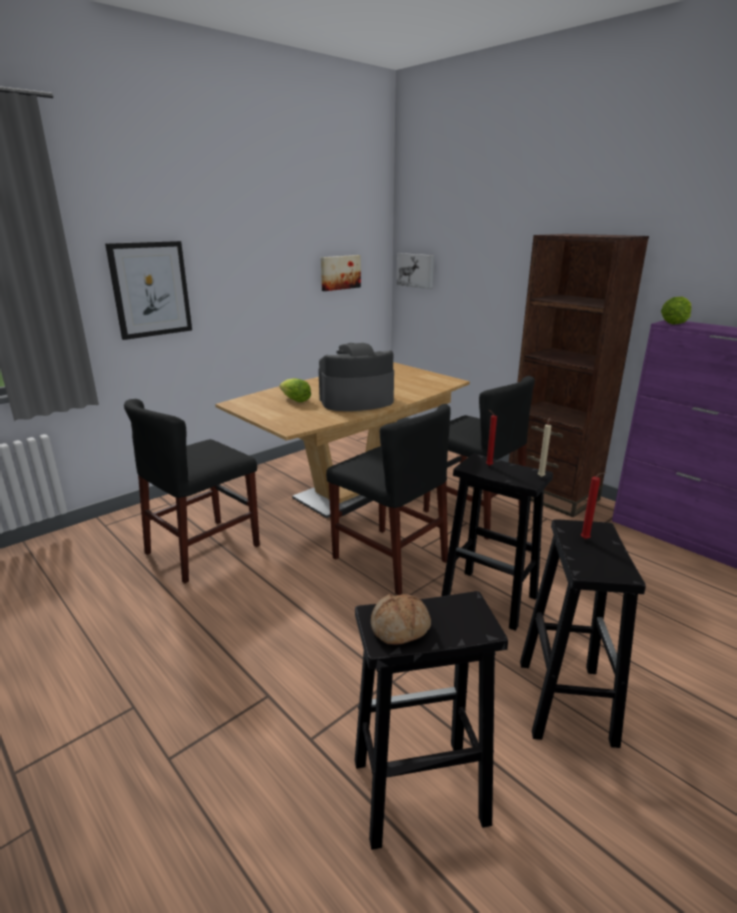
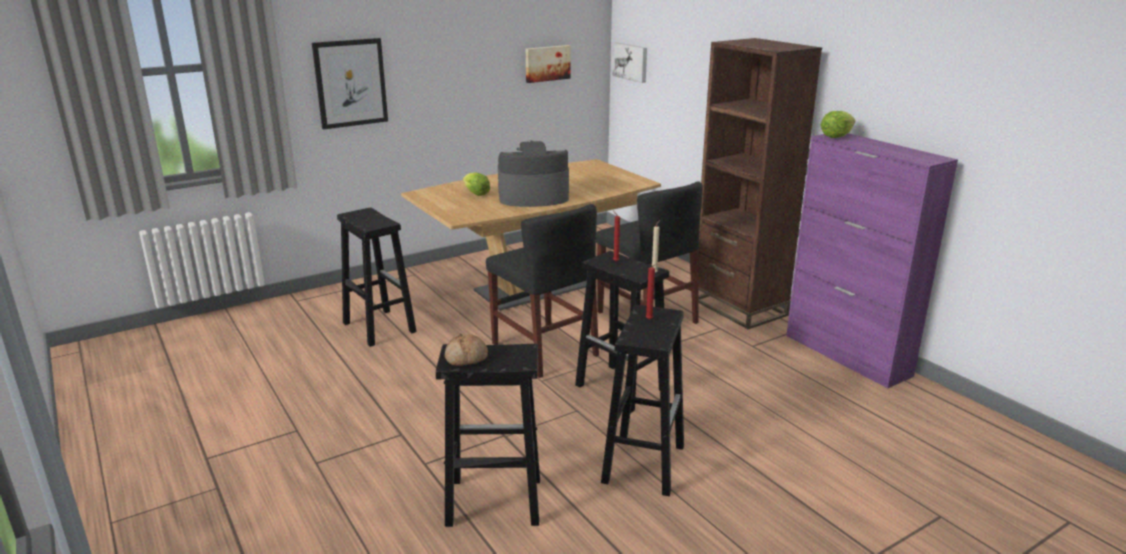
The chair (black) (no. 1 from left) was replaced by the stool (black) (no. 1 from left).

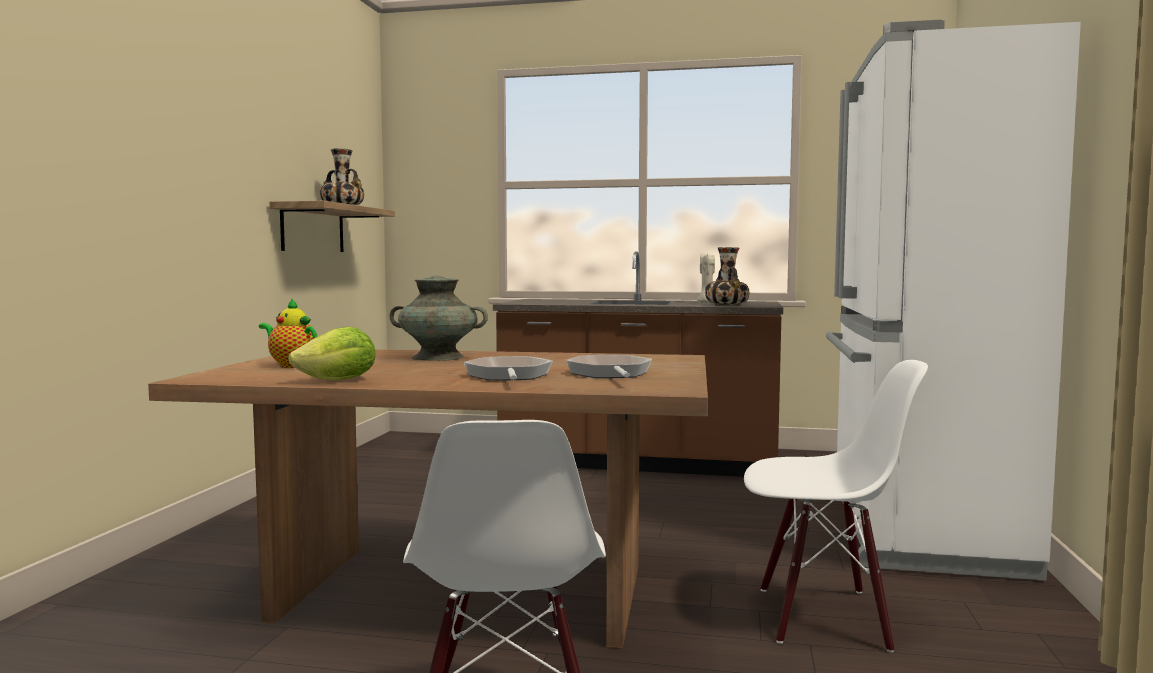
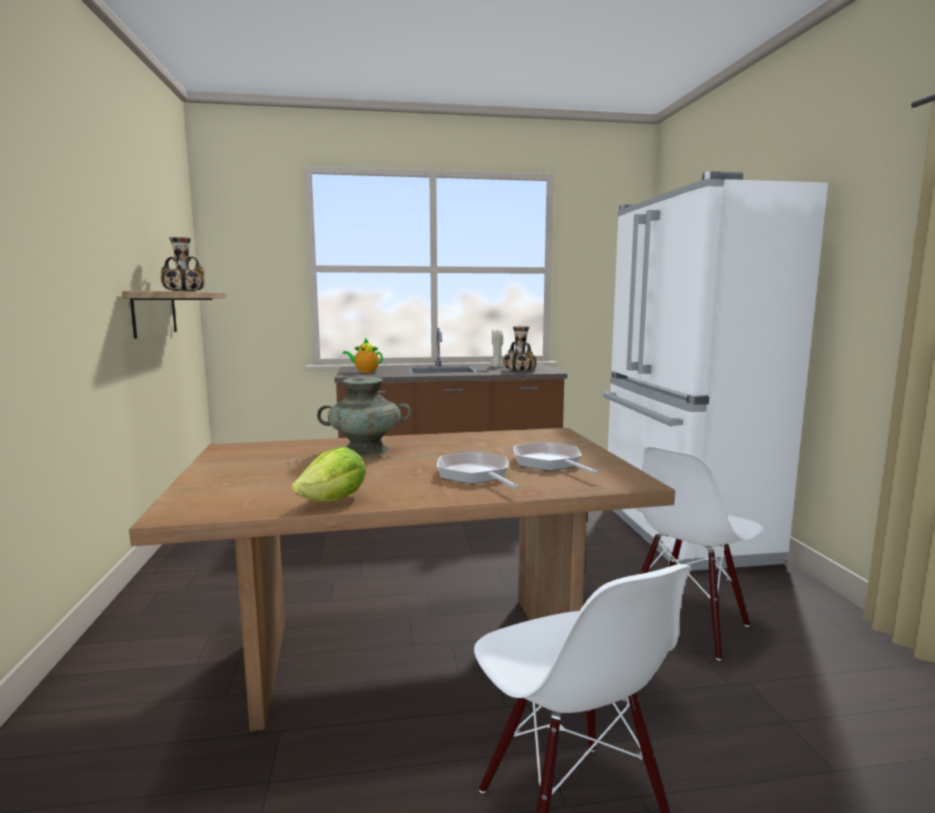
The teapot moved.
The chair (white) (no. 2 from left) turned 150 degrees clockwise.

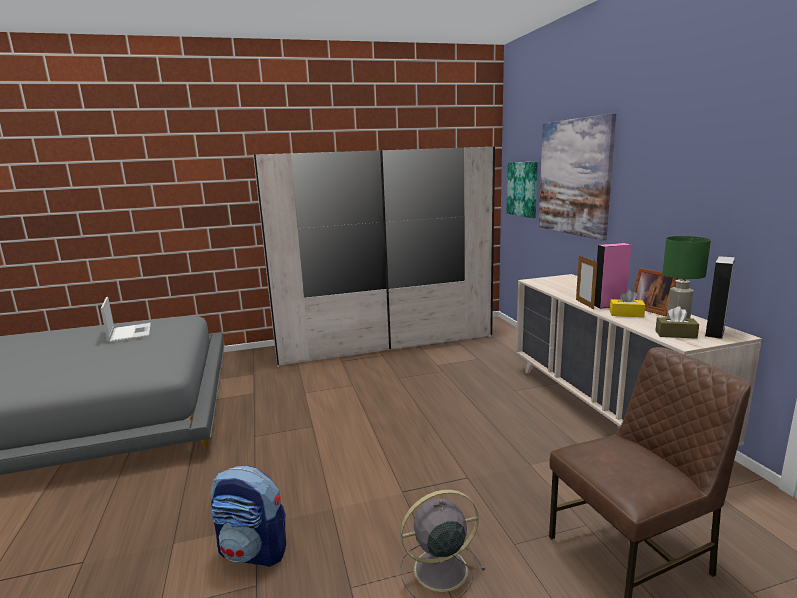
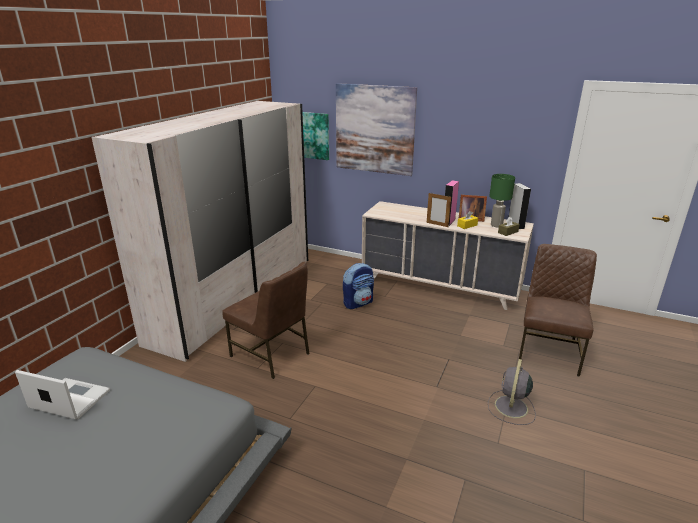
The backpack moved.
The chair (brown) (no. 1 from left) appeared.

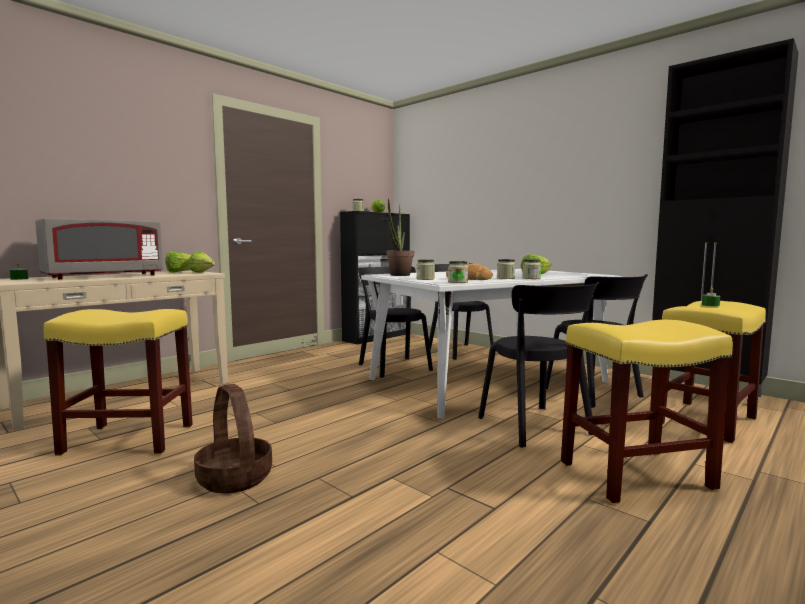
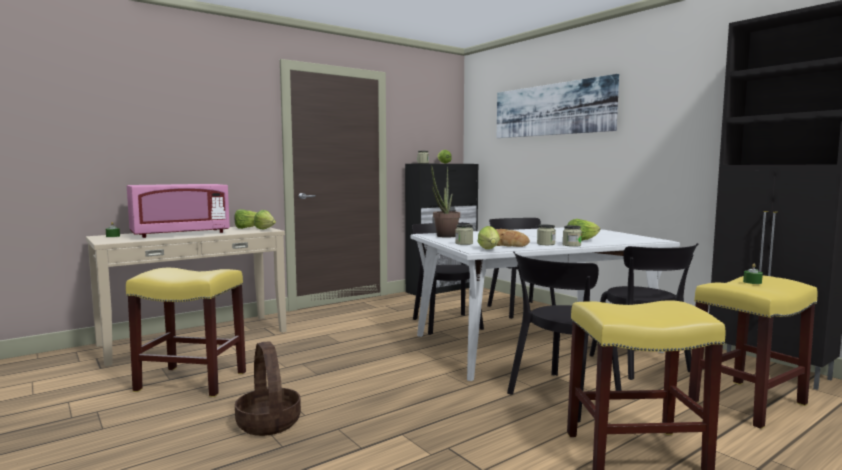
The microwave (grey) became the microwave (pink).
The jar (no. 3 from left) was replaced by the lettuce (no. 4 from left).
The chair (black) (no. 3 from left) turned 60 degrees clockwise.
The picture appeared.

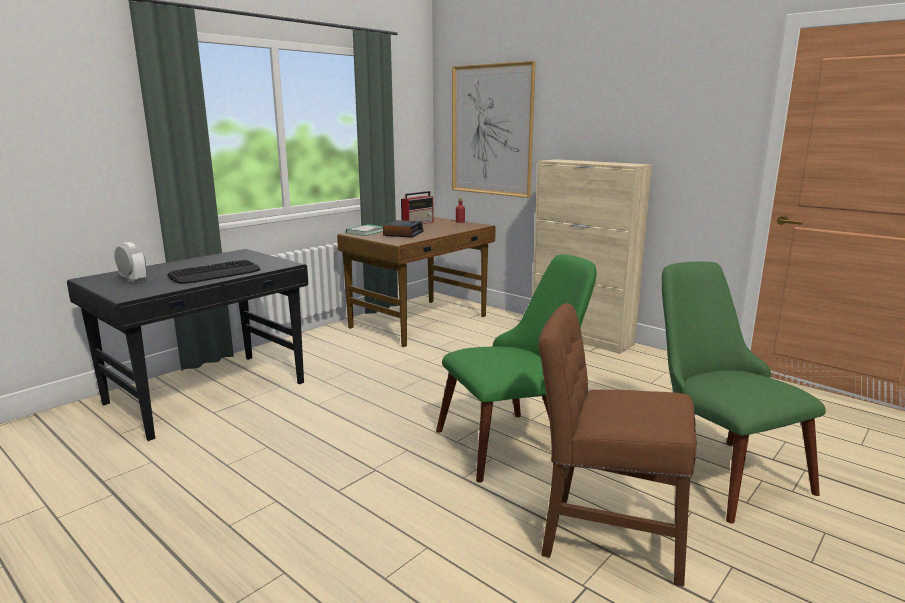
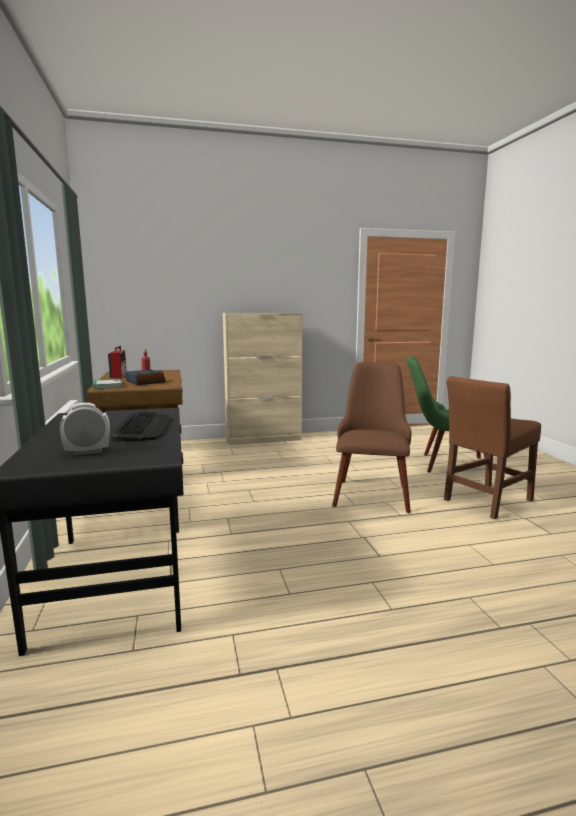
The picture disappeared.
The chair (green) (no. 1 from left) became the chair (brown) (no. 1 from left).

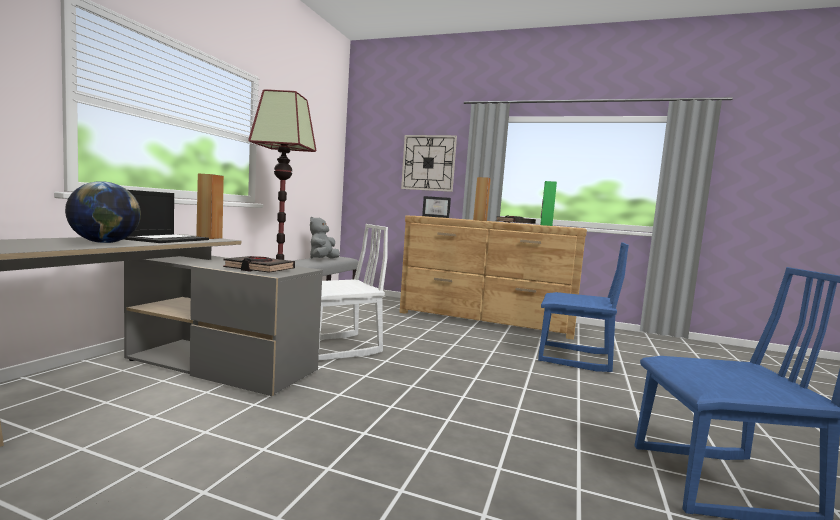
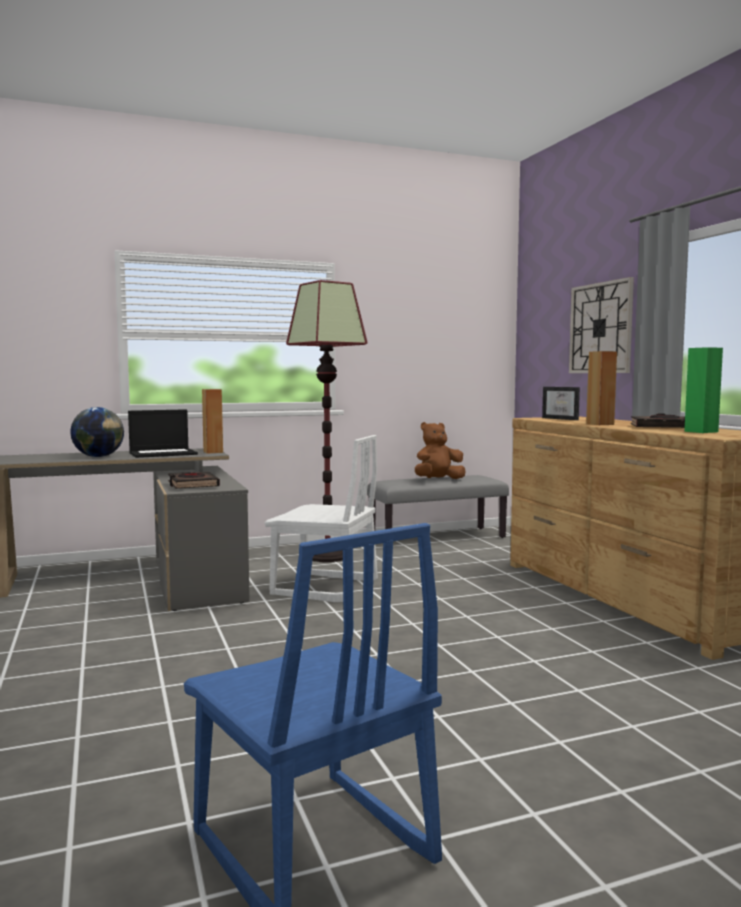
The plush toy (grey) became the plush toy (brown).
The chair (blue) (no. 1 from left) disappeared.

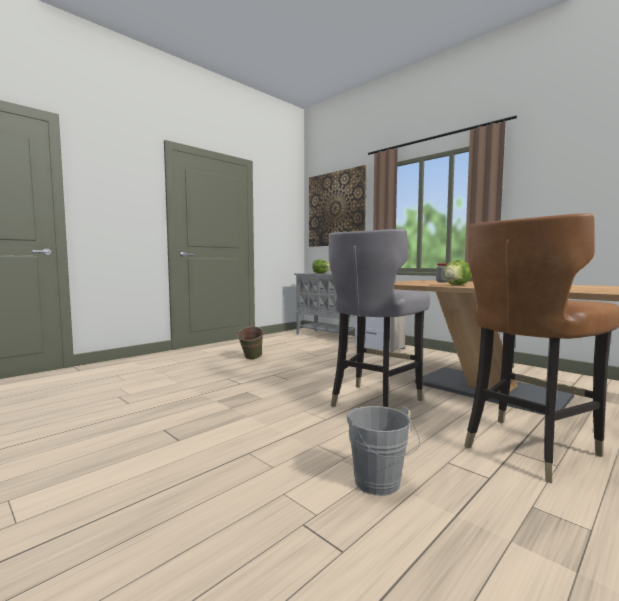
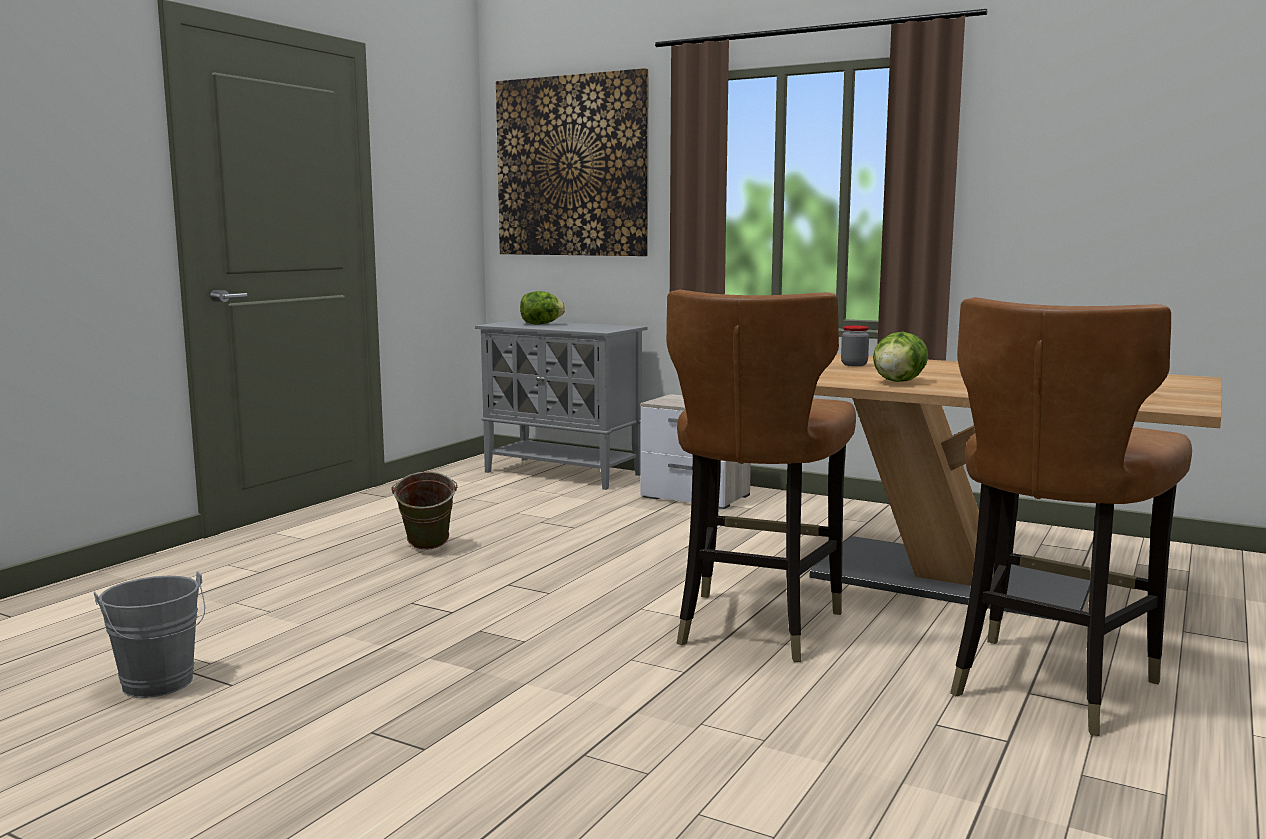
The chair (grey) became the chair (brown) (no. 1 from left).
The bucket (grey) moved.

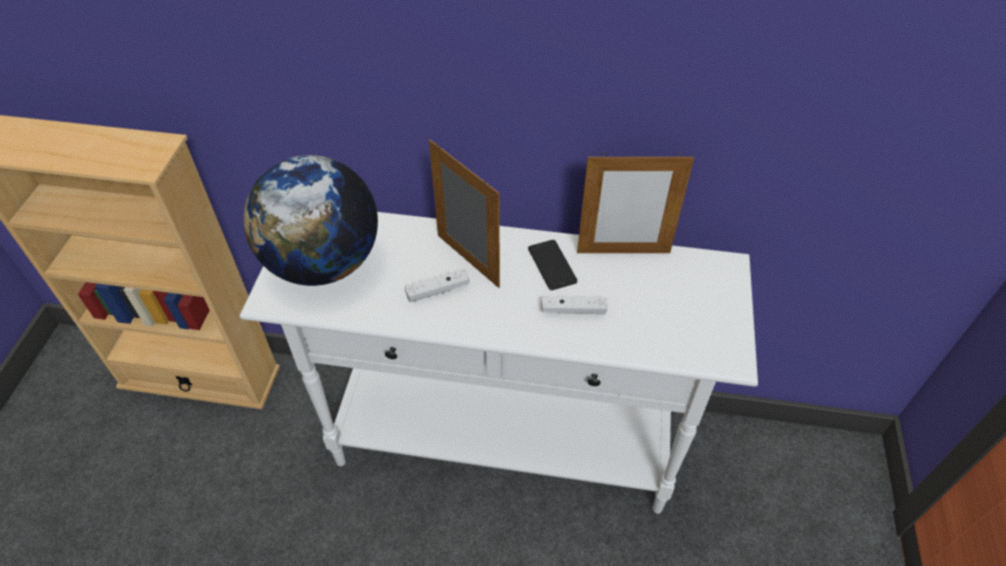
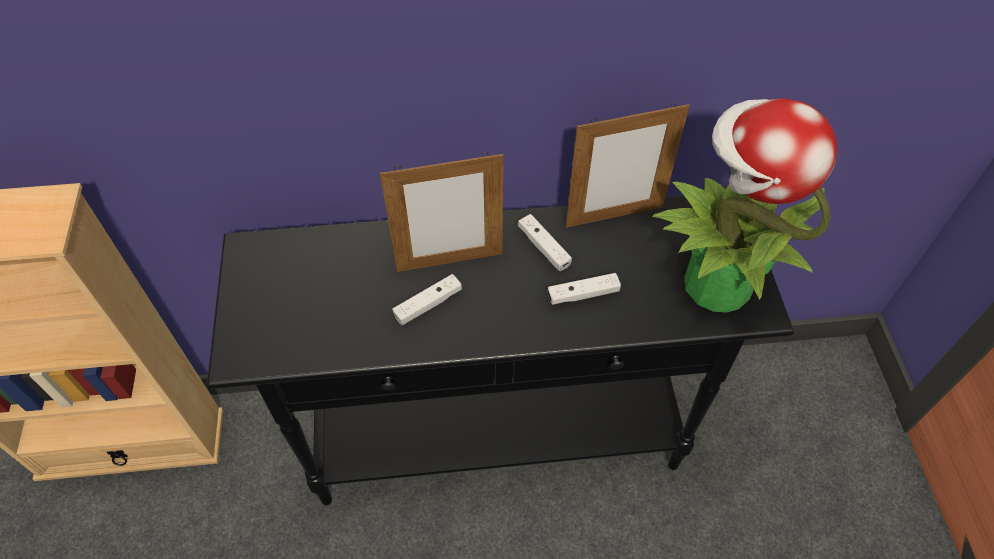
The picture frame (no. 1 from left) turned 135 degrees clockwise.
The globe disappeared.
The console table (white) became the console table (black).
The phone was replaced by the game controller (white) (no. 2 from left).
The potted plant appeared.

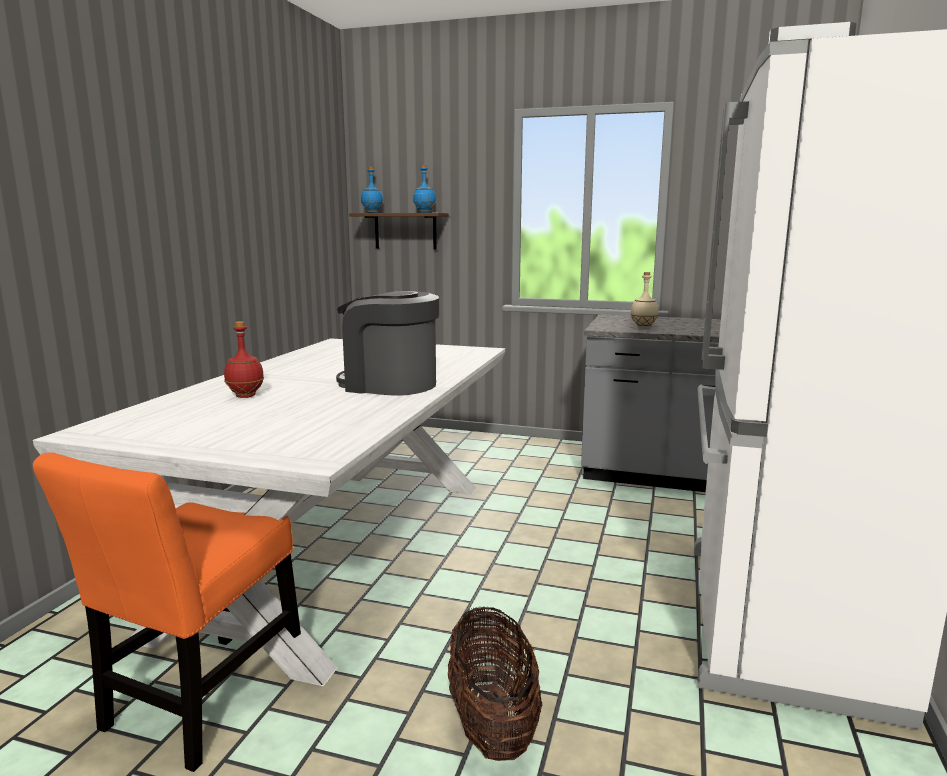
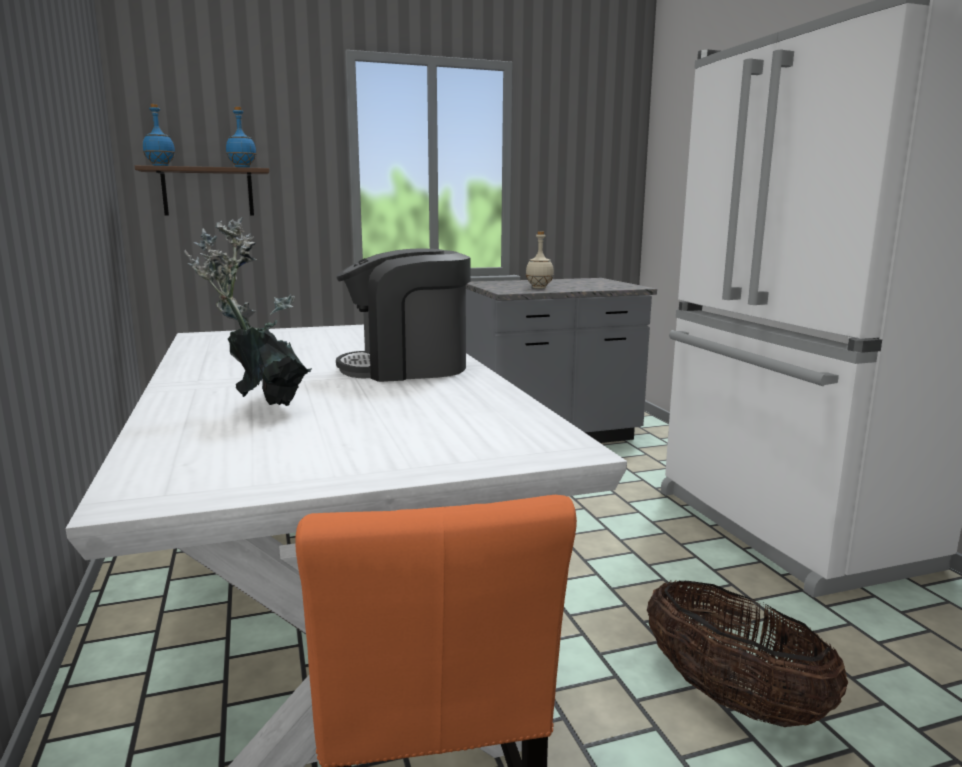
The bottle (red) was replaced by the potted plant.

